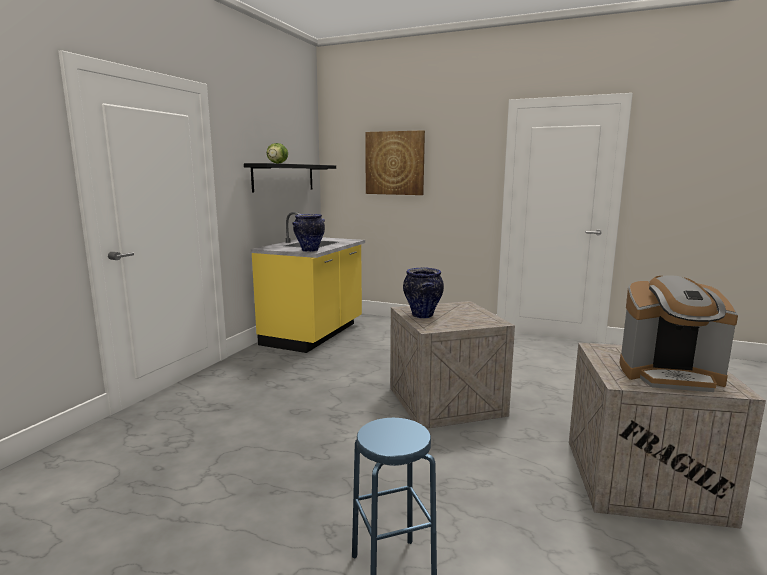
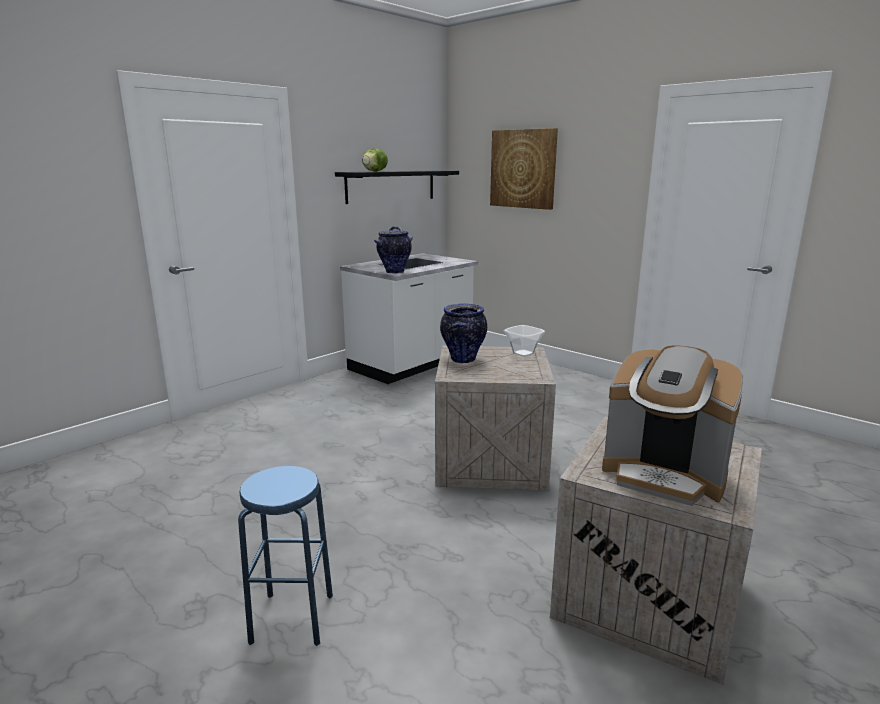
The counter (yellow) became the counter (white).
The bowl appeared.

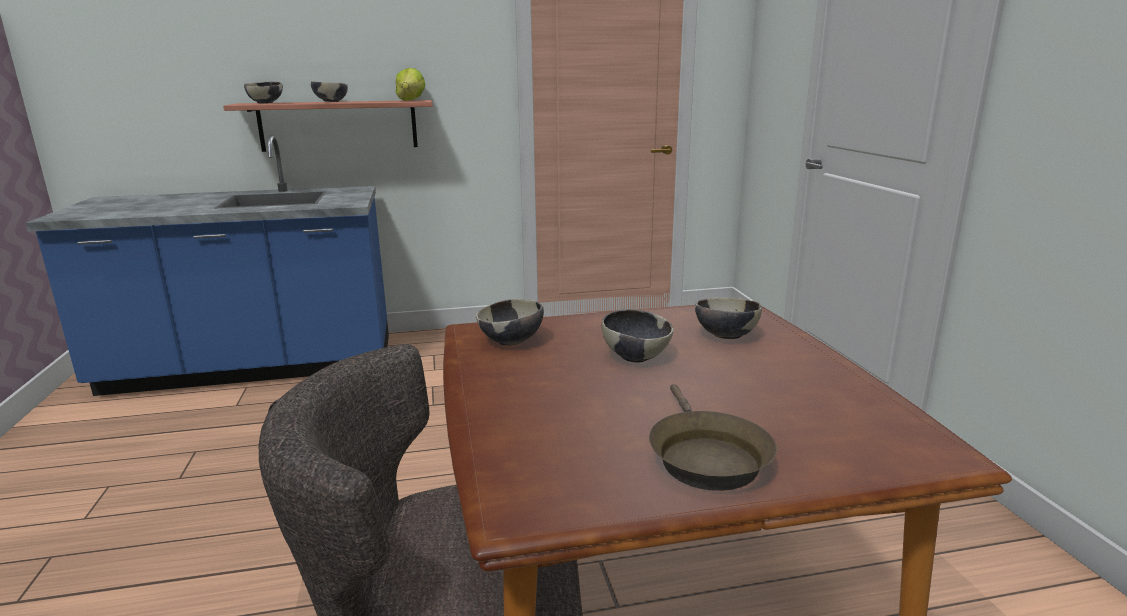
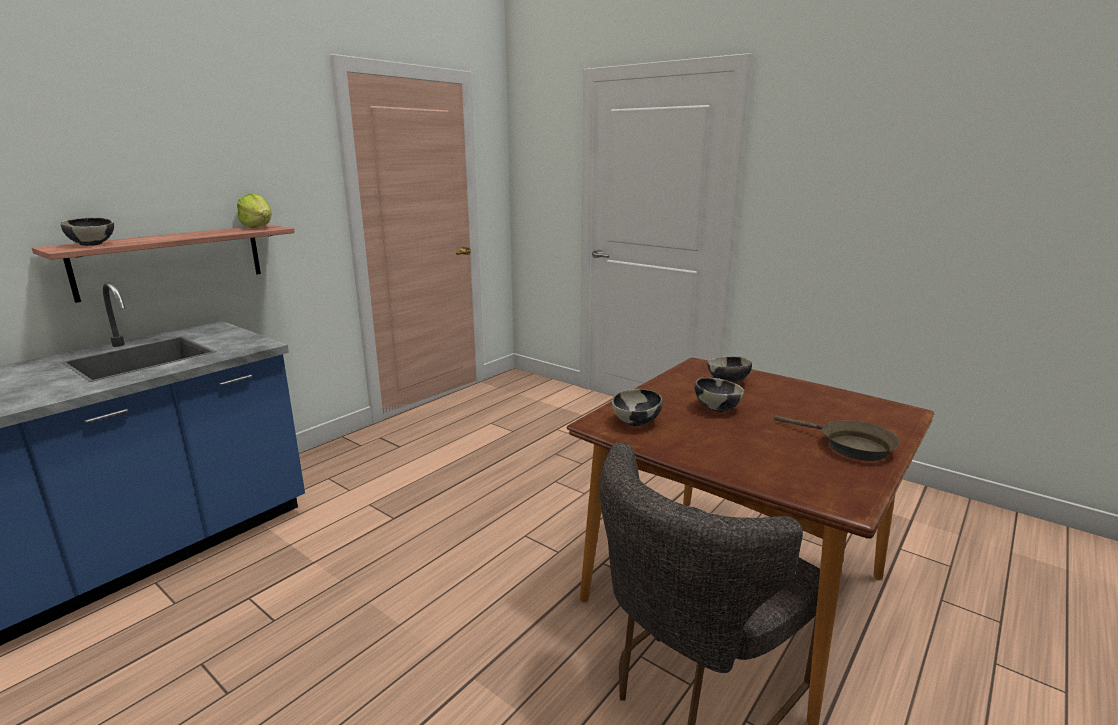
The bowl (no. 2 from left) disappeared.

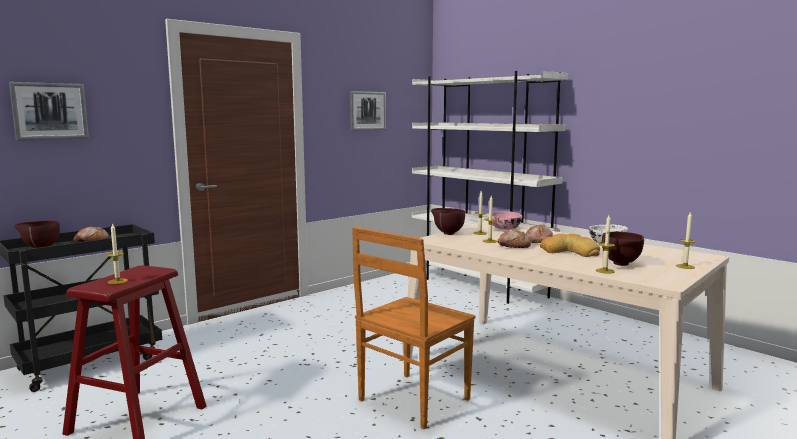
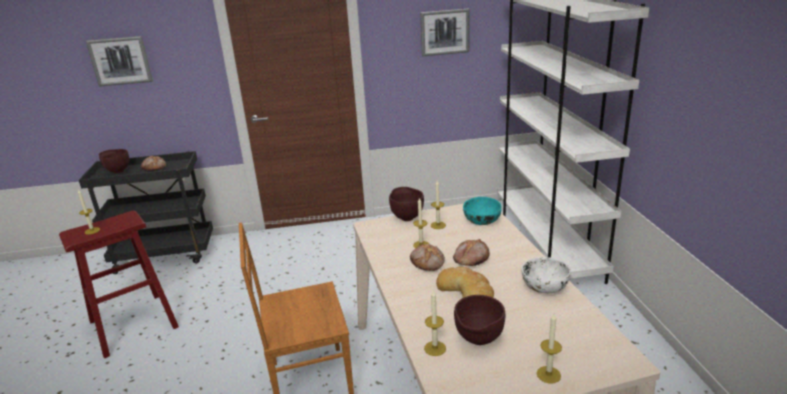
The bowl (pink) became the bowl (turquoise).

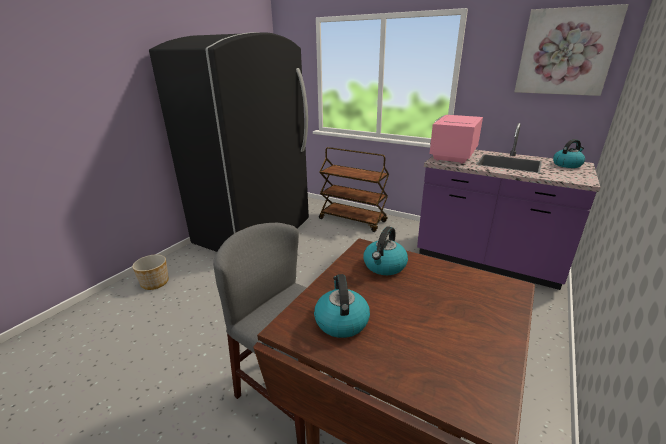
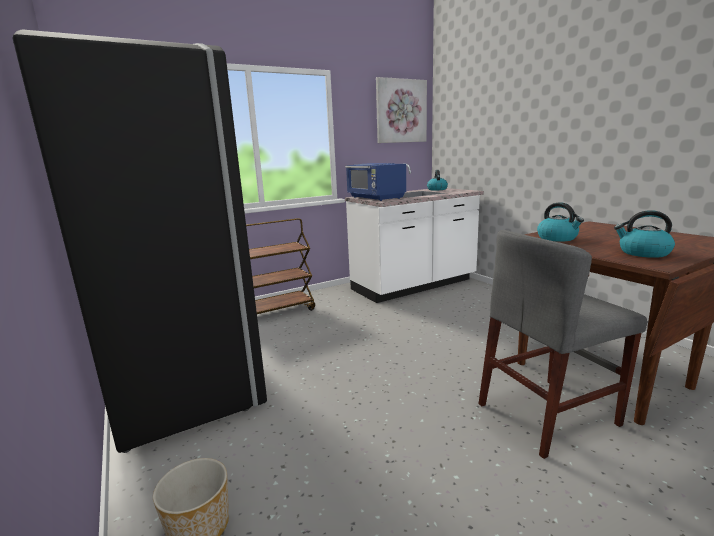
The microwave (pink) became the microwave (blue).
The counter (purple) became the counter (white).

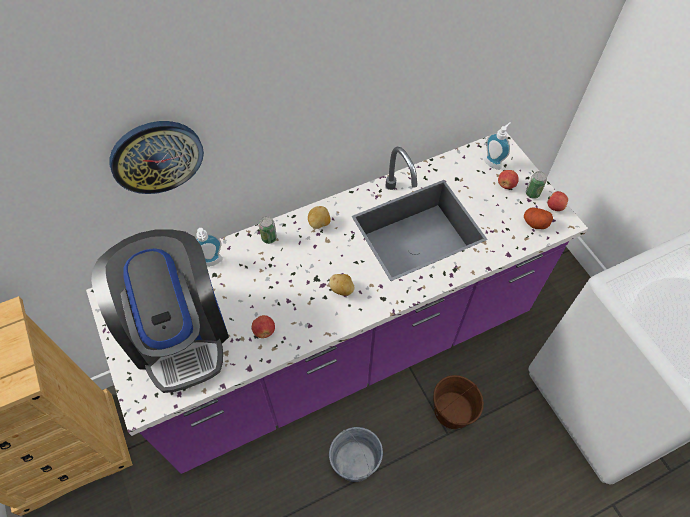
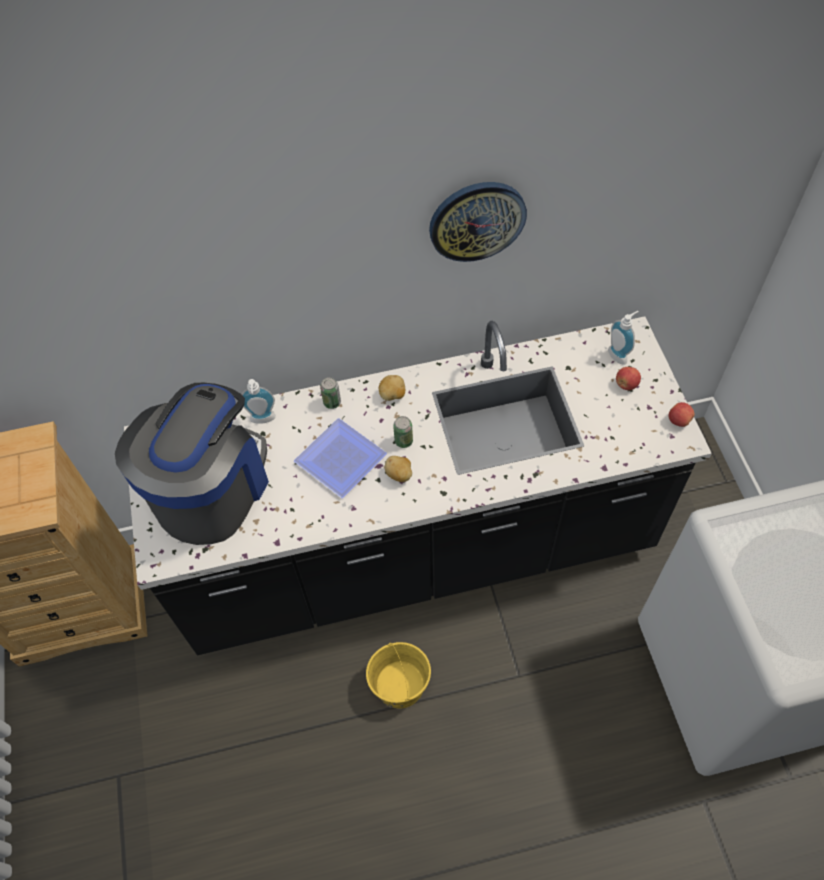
The wall clock moved.
The counter (purple) became the counter (black).
The can (no. 2 from left) moved.
The potato (no. 3 from left) disappeared.
The coffee machine turned 150 degrees counterclockwise.
The apple (no. 1 from left) disappeared.
The bucket (brown) disappeared.
The bucket (grey) became the bucket (yellow).
The plate appeared.

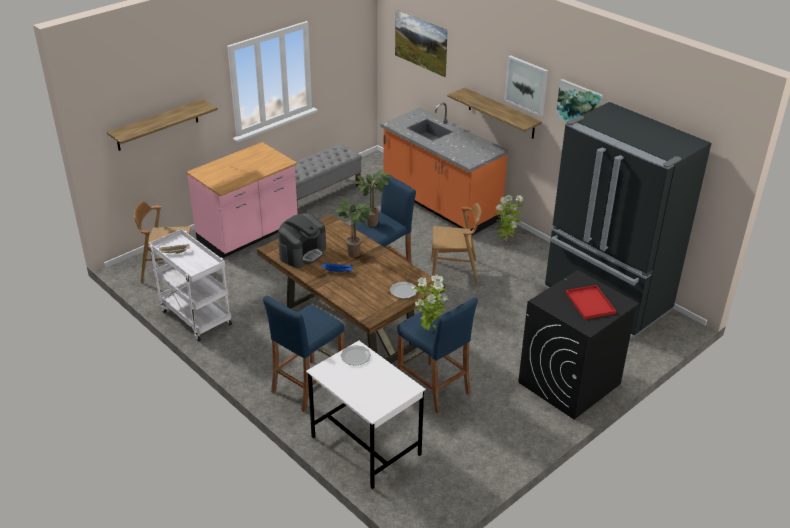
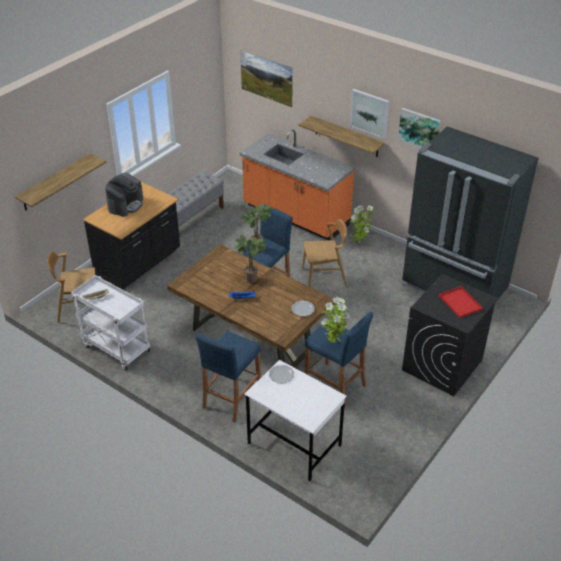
The counter (pink) became the counter (black).
The coffee machine moved.

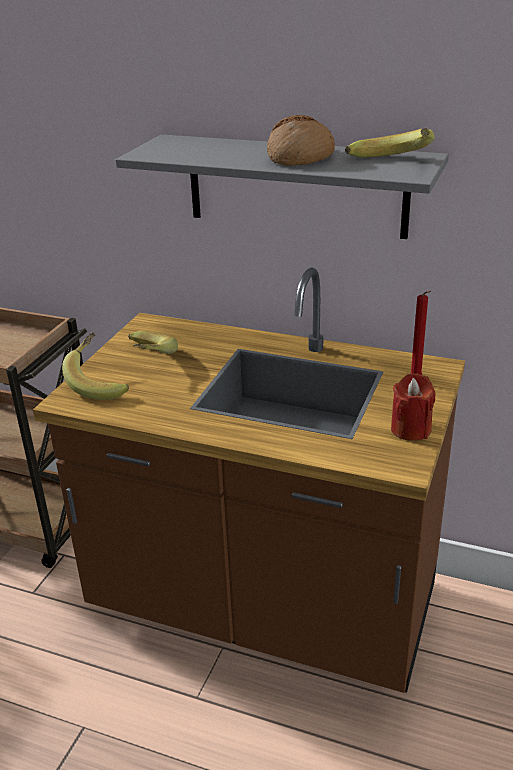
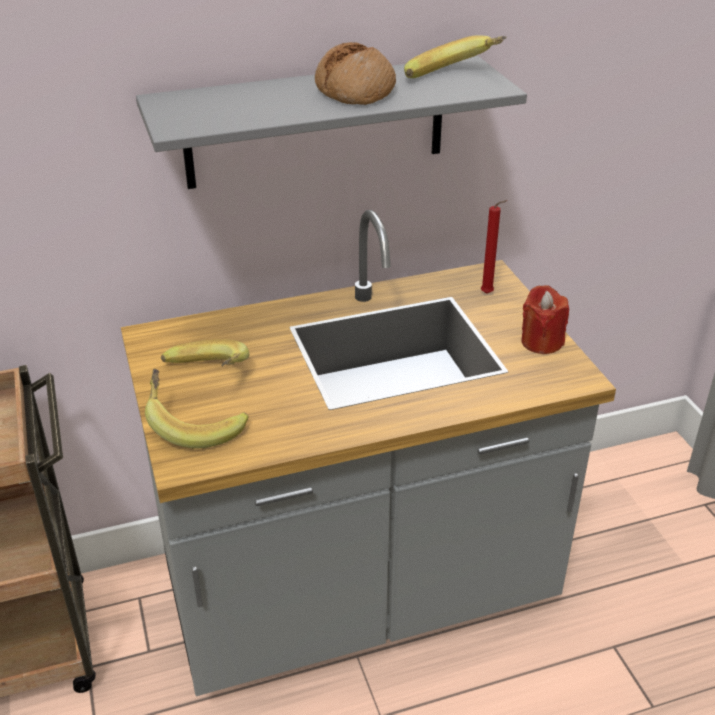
The counter (brown) became the counter (grey).

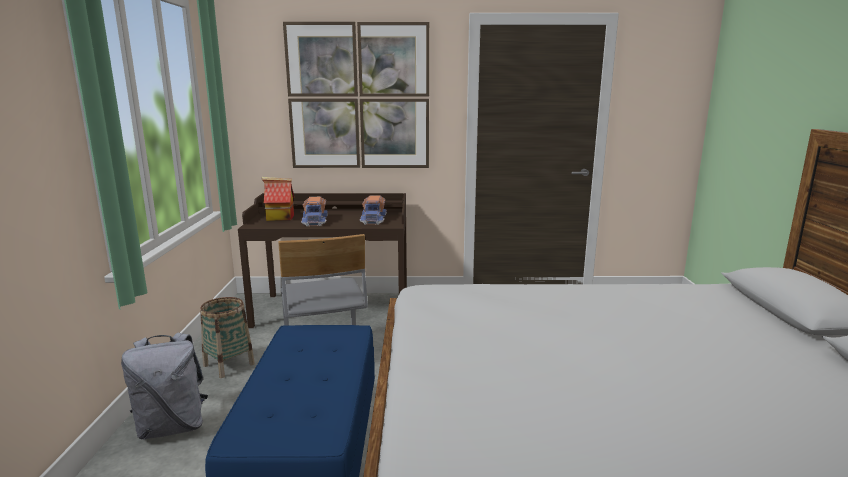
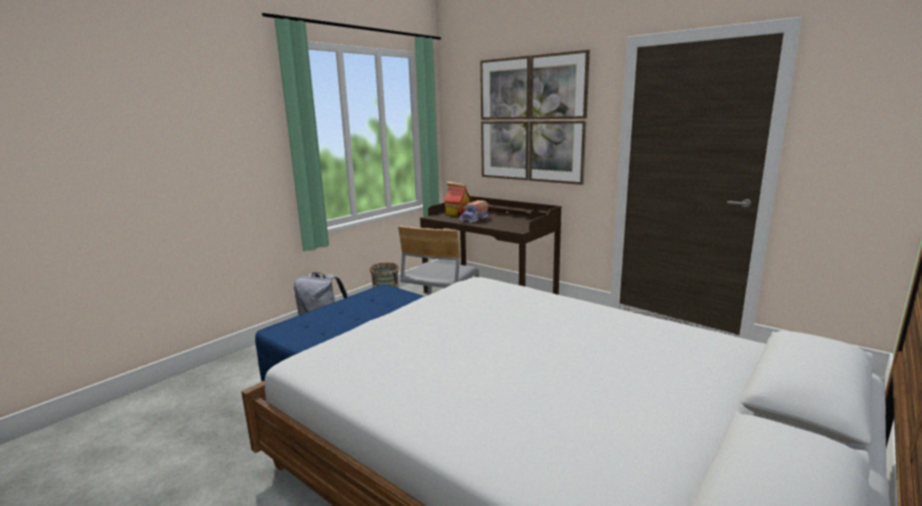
The toy truck (no. 2 from left) disappeared.

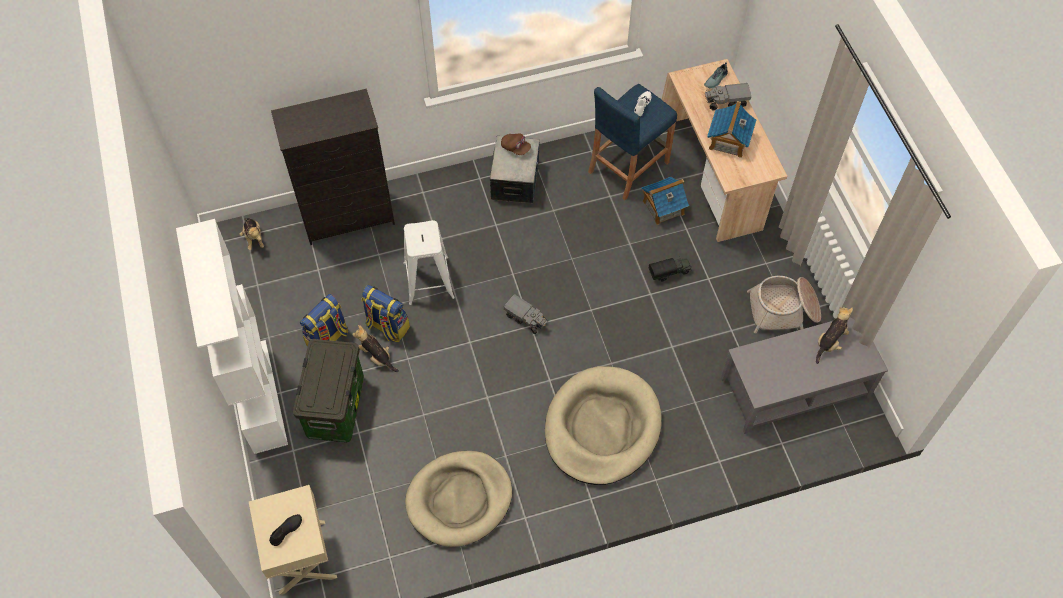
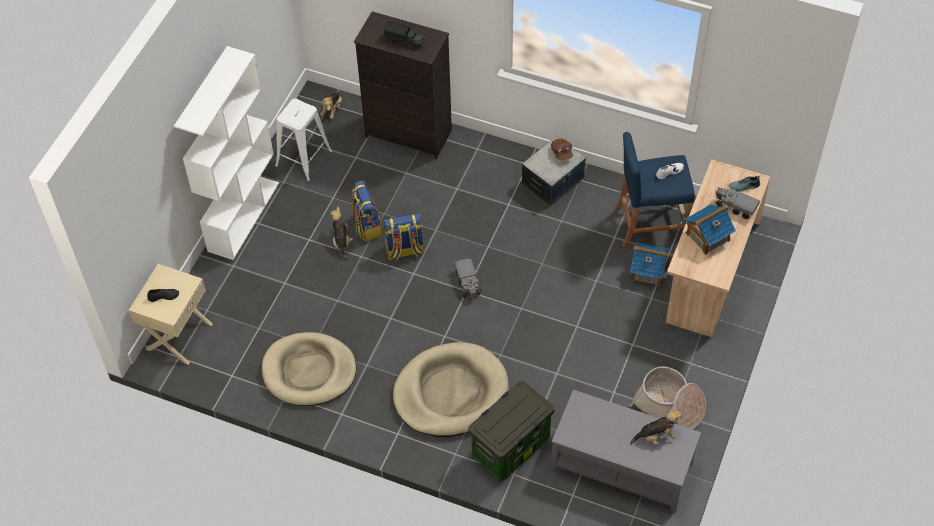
The stool (white) moved.
The toy truck (no. 2 from left in the first image) moved.
The backpack (no. 1 from left in the first image) moved.
The storage box (no. 1 from left) moved.

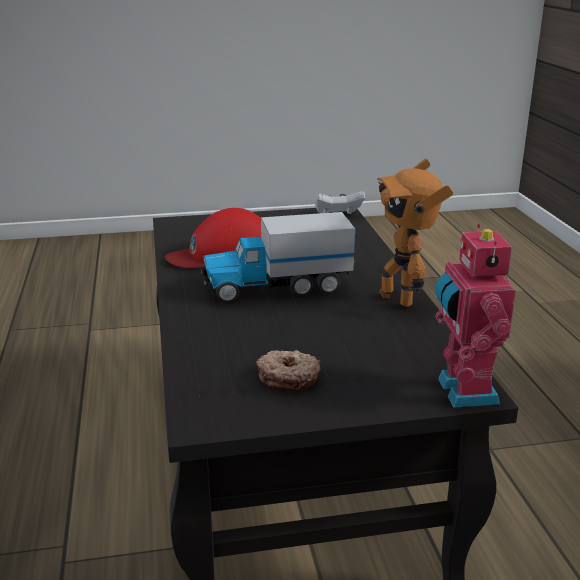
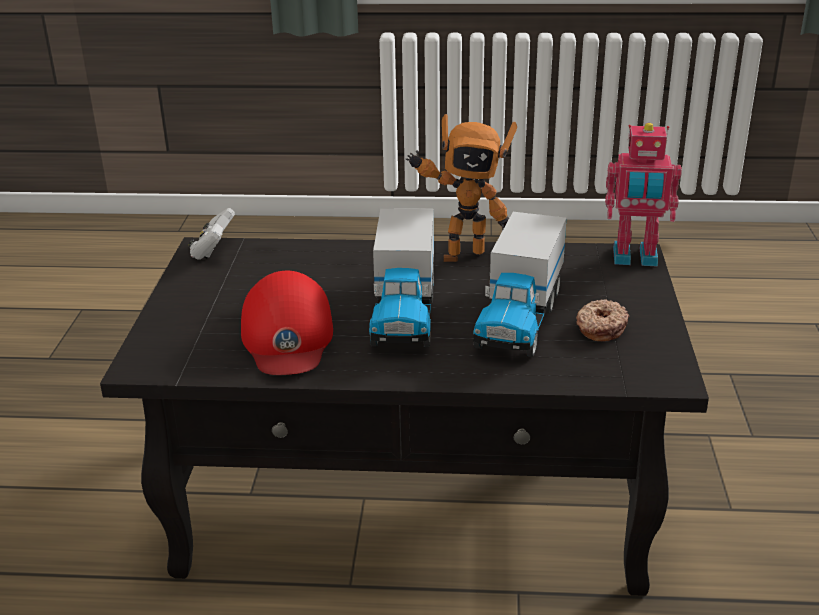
The toy truck (no. 2 from left) appeared.

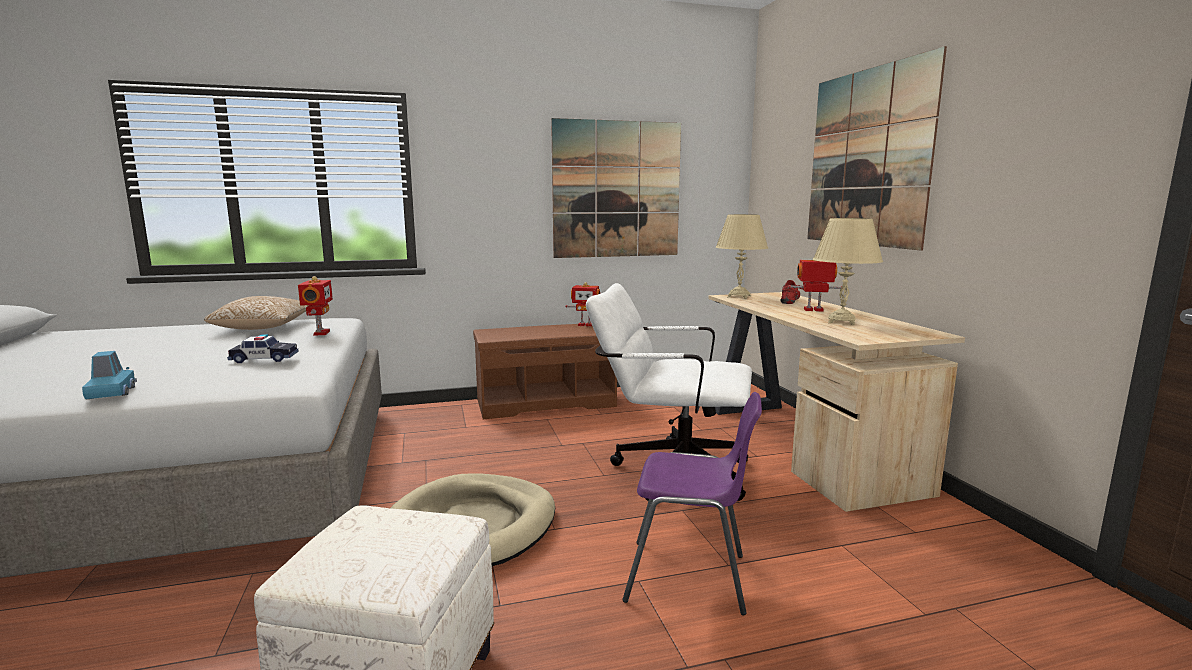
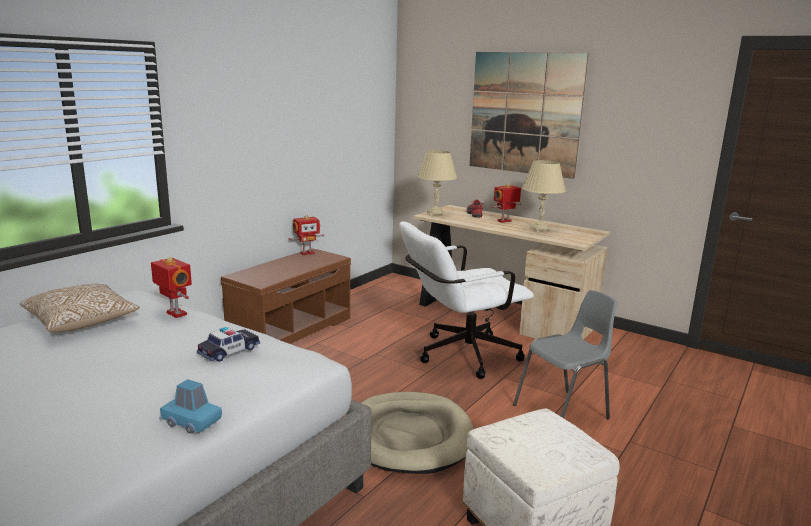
The picture (no. 1 from left) disappeared.
The chair (purple) became the chair (grey).

